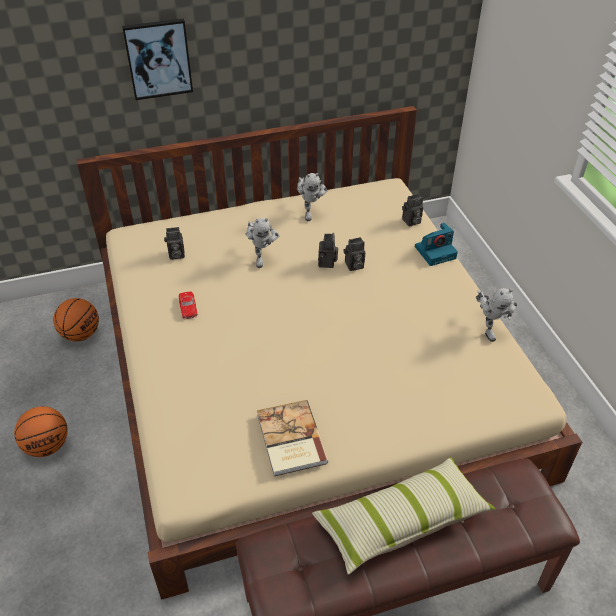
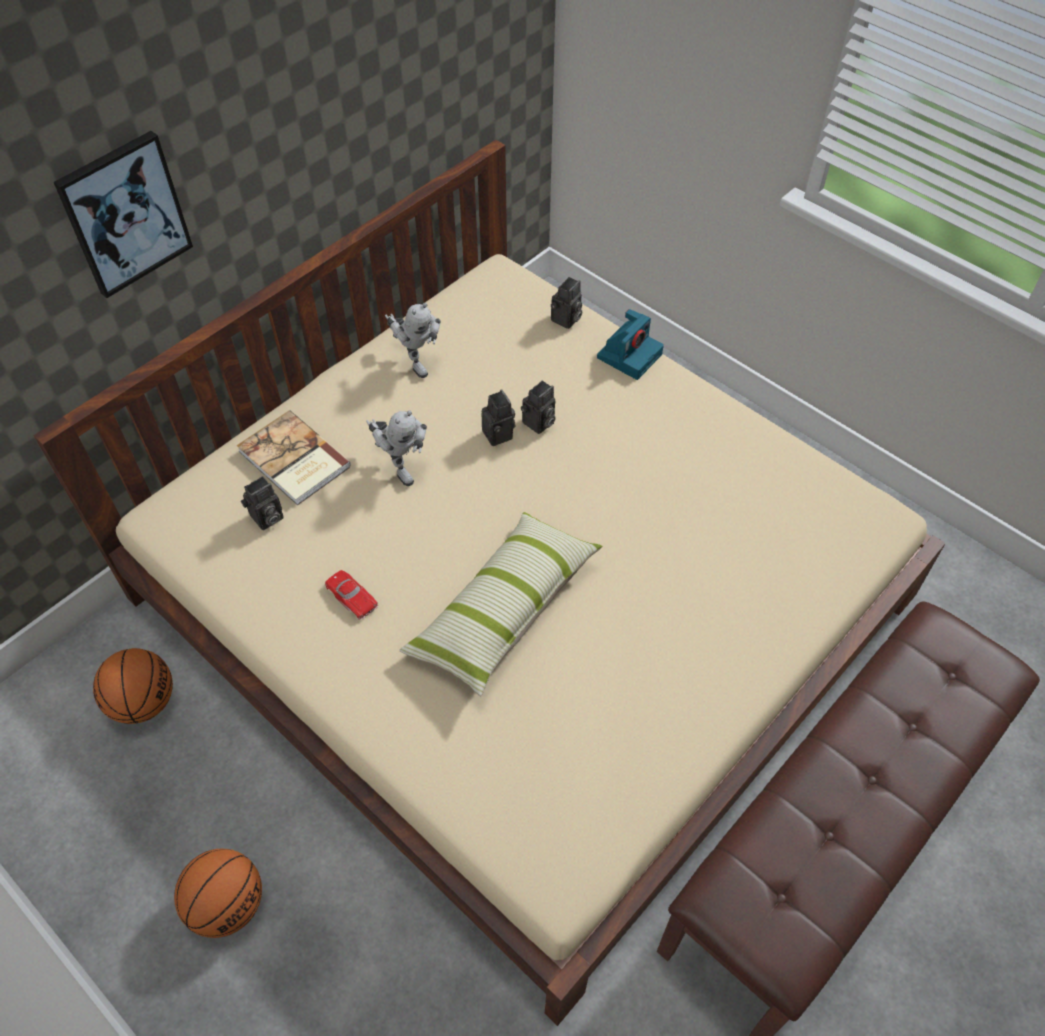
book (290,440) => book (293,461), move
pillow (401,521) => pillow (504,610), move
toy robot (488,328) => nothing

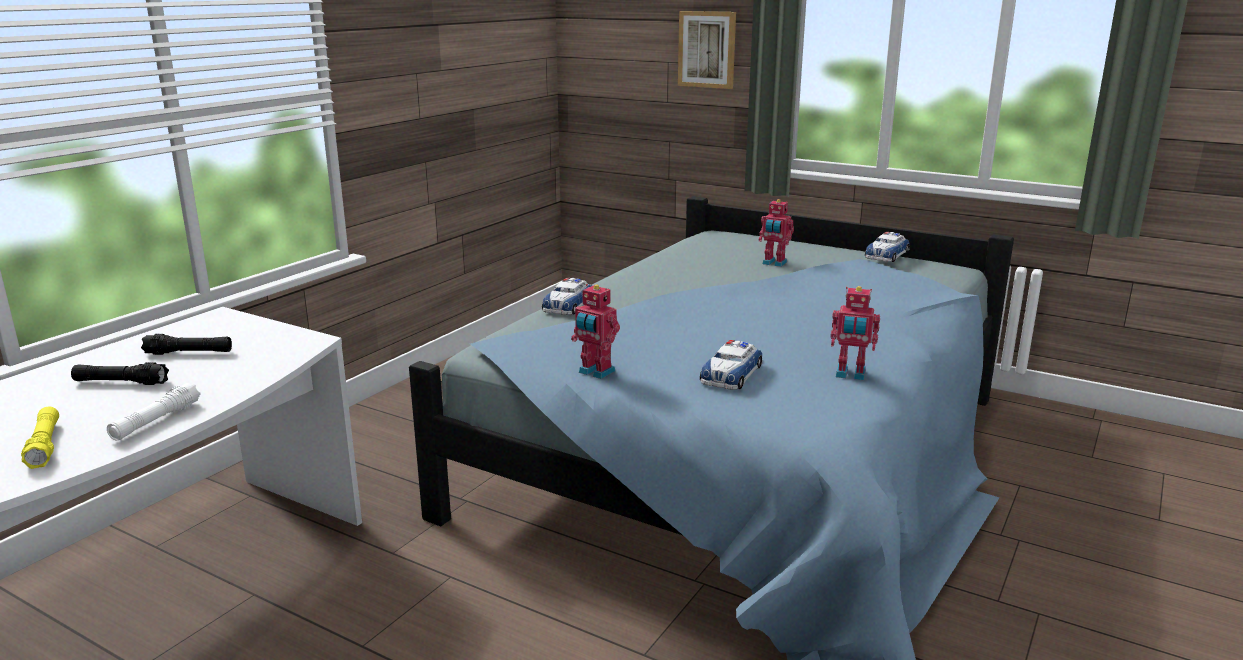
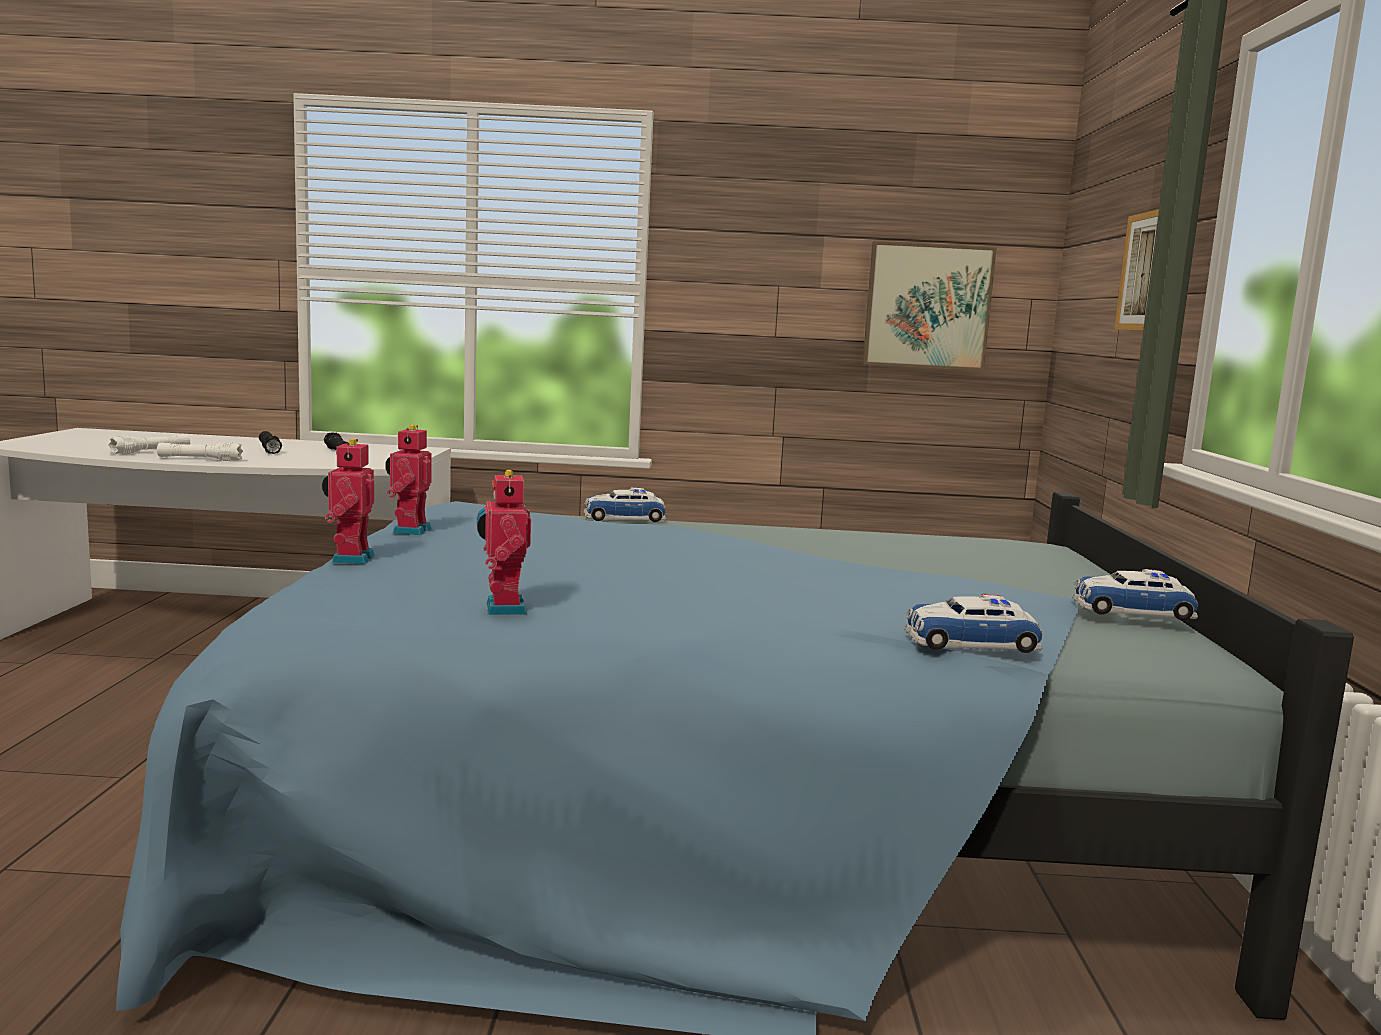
yellow flashlight (45,446) => white flashlight (151,451)
toy robot (774,263) => toy robot (350,558), move
nothing => picture (927,306)
toy car (731,374) => toy car (971,641), move

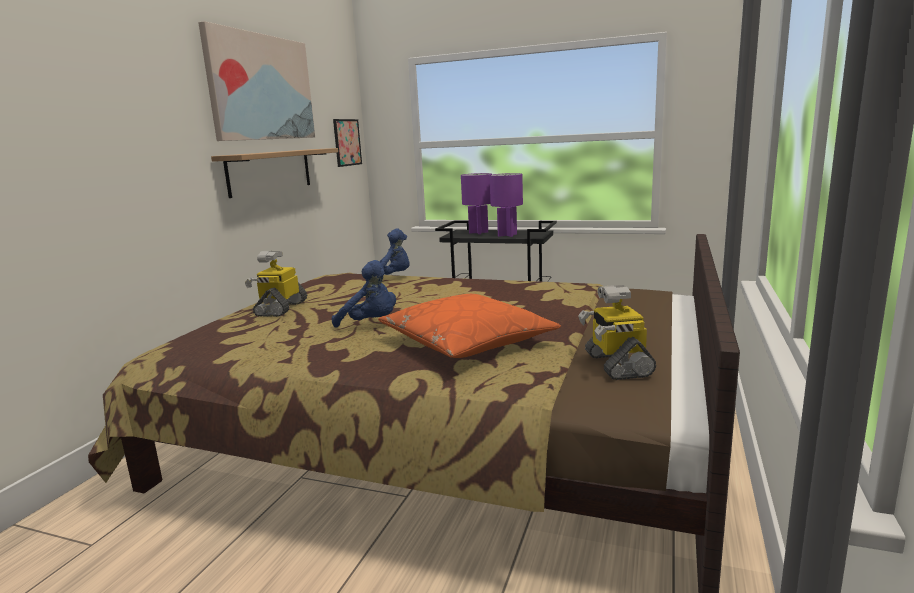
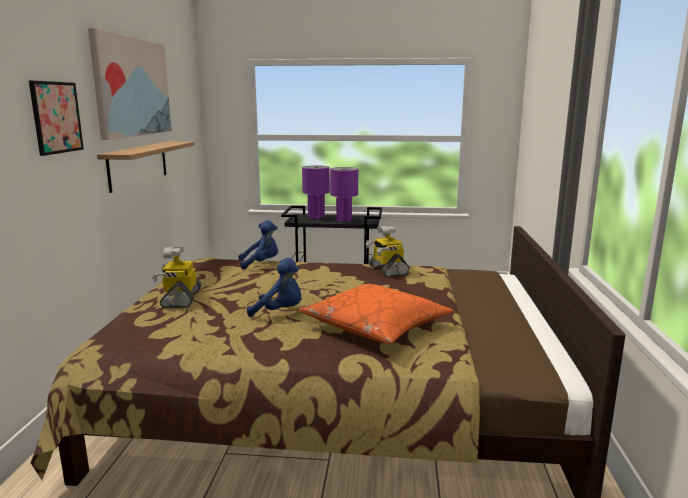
picture (347,142) => picture (56,117), move
toy robot (616,364) => toy robot (387,270), move

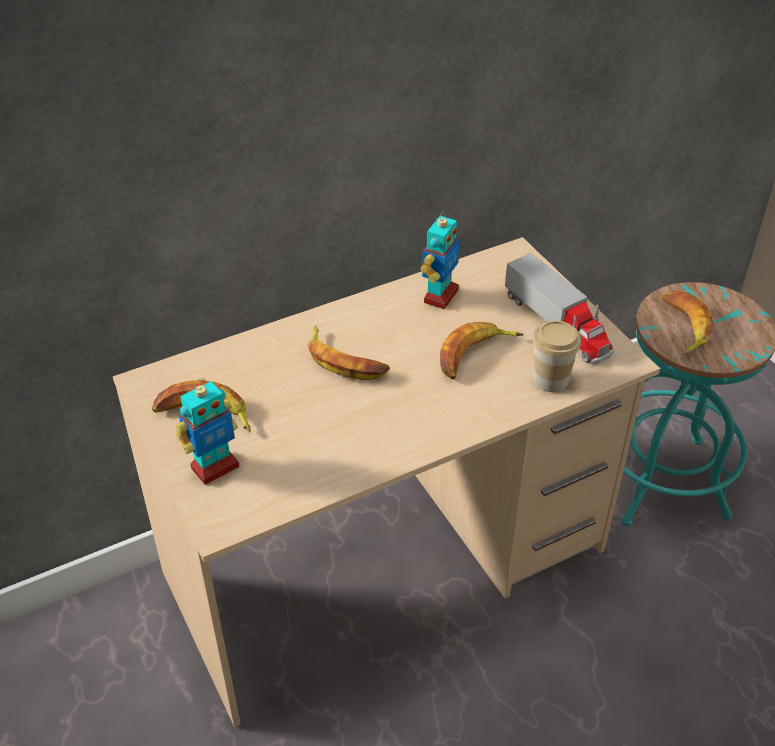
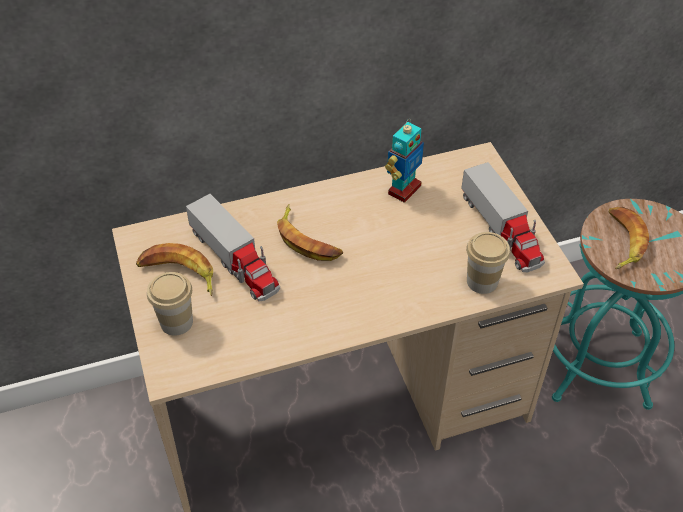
toy robot (214,467) => cup (176,322)
nothing => toy truck (235,260)
banana (475,355) => nothing

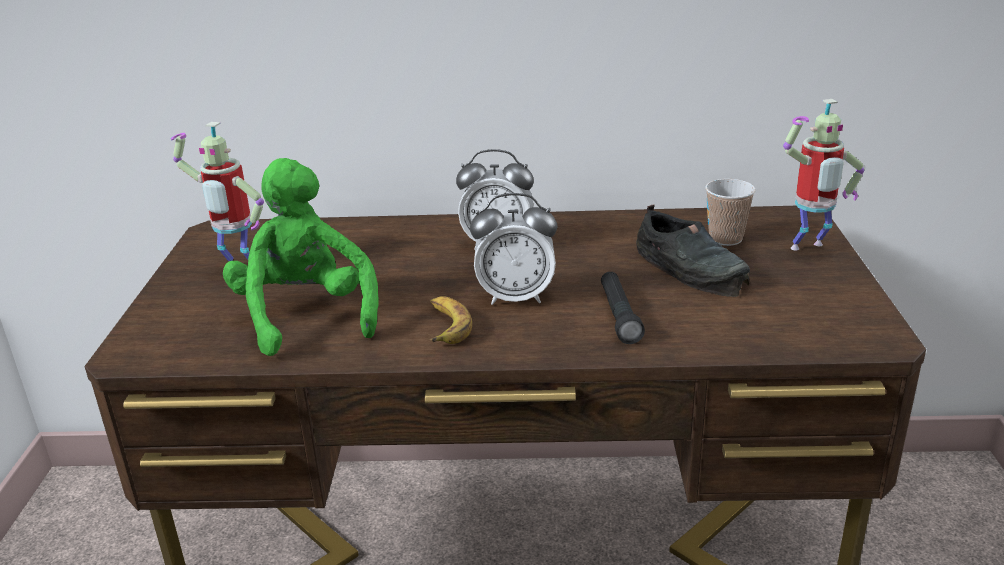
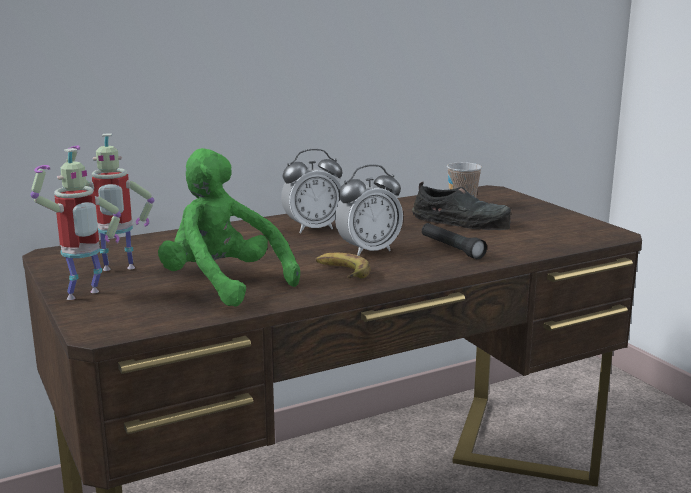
toy robot (808,249) => toy robot (84,296), move

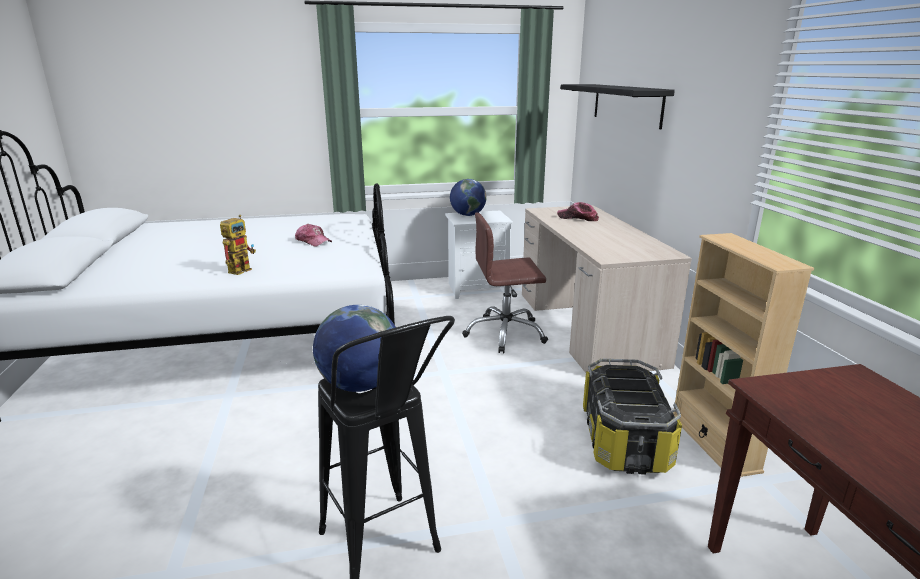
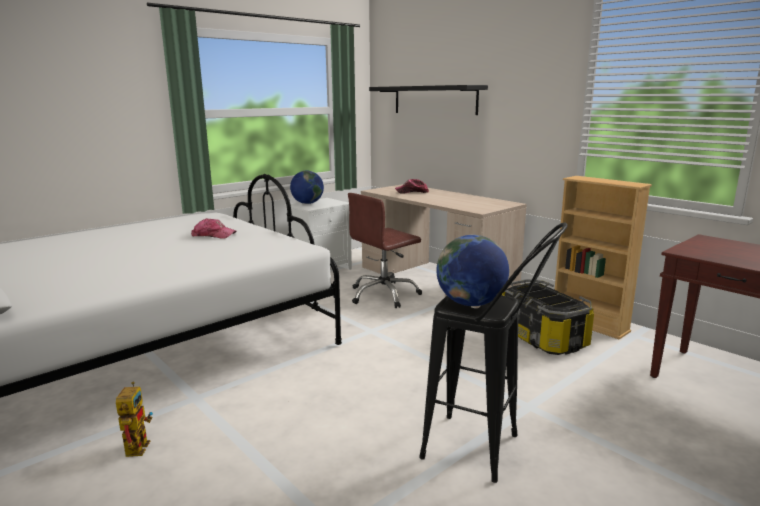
toy robot (242,269) => toy robot (137,445), move

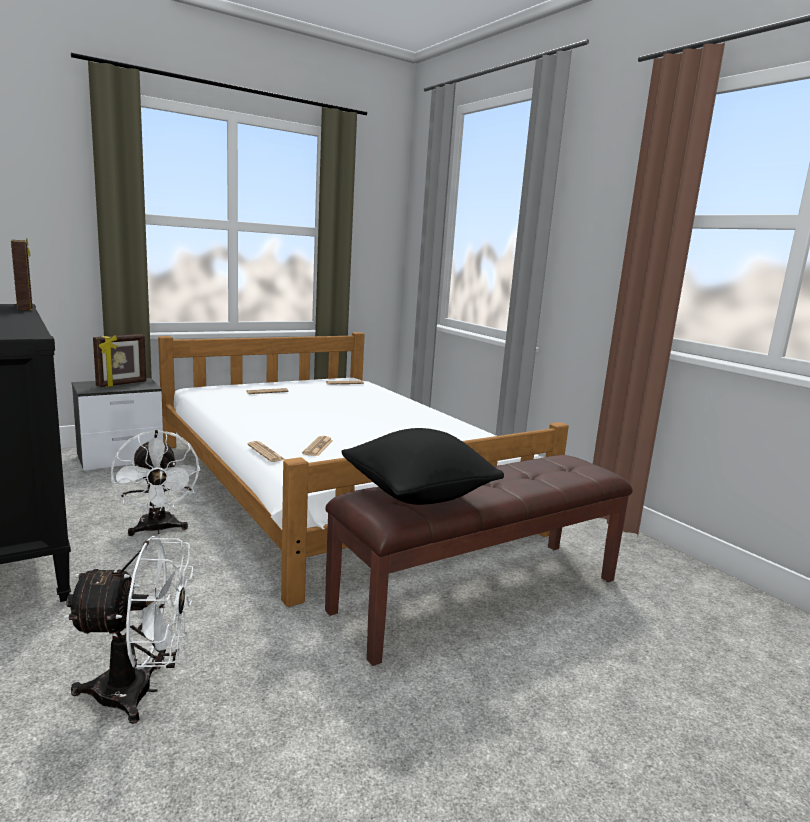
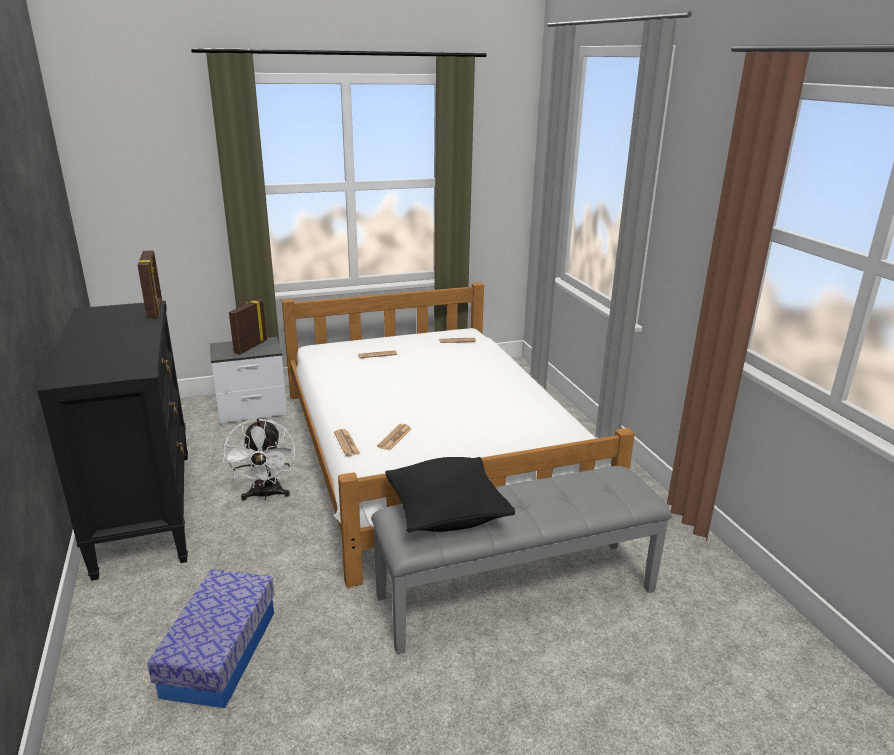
white fan (140,692) => storage box (220,652)
picture frame (122,384) => picture frame (250,347), 150 degrees clockwise
brown bench (479,593) => grey bench (516,592)

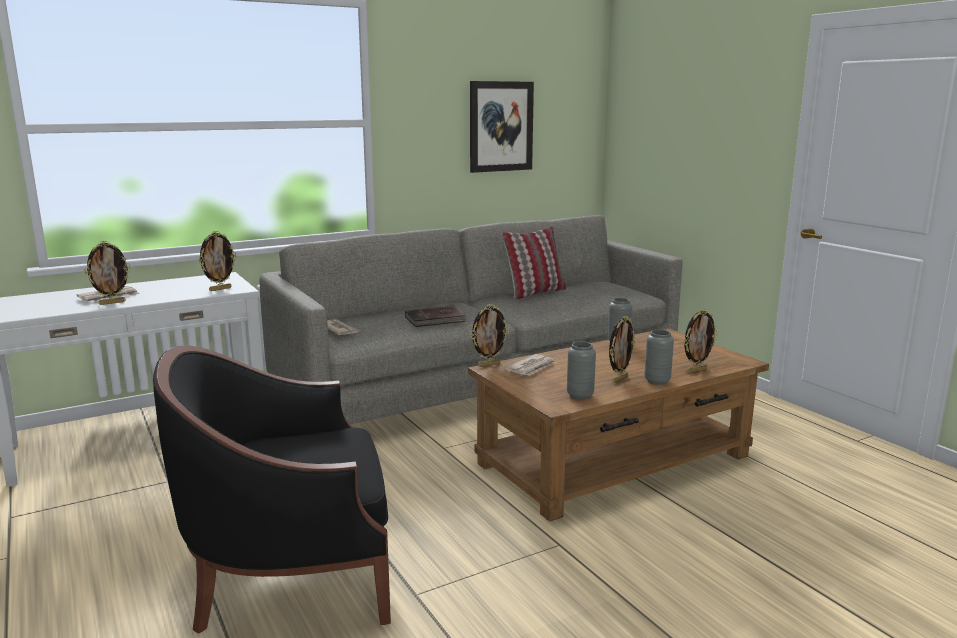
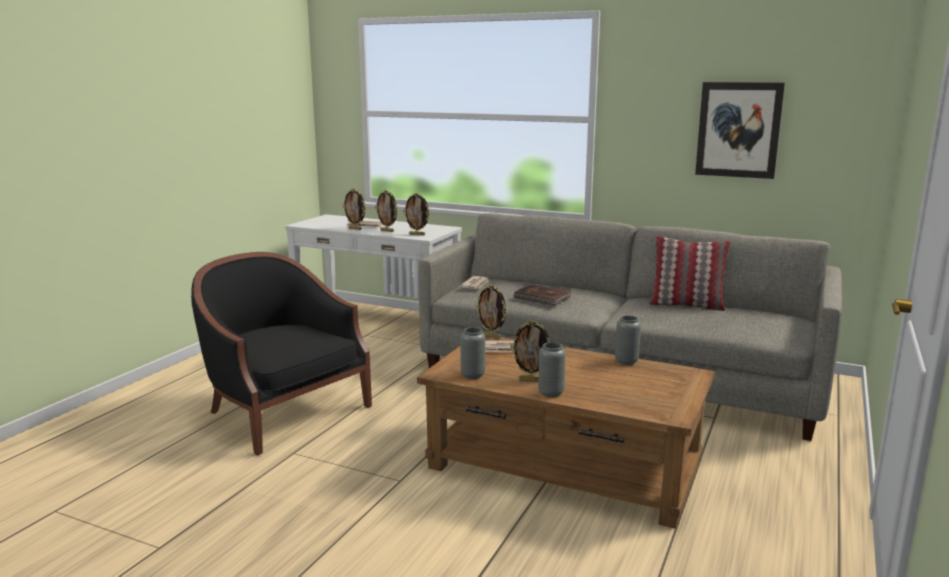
picture frame (696,370) => picture frame (387,231), move

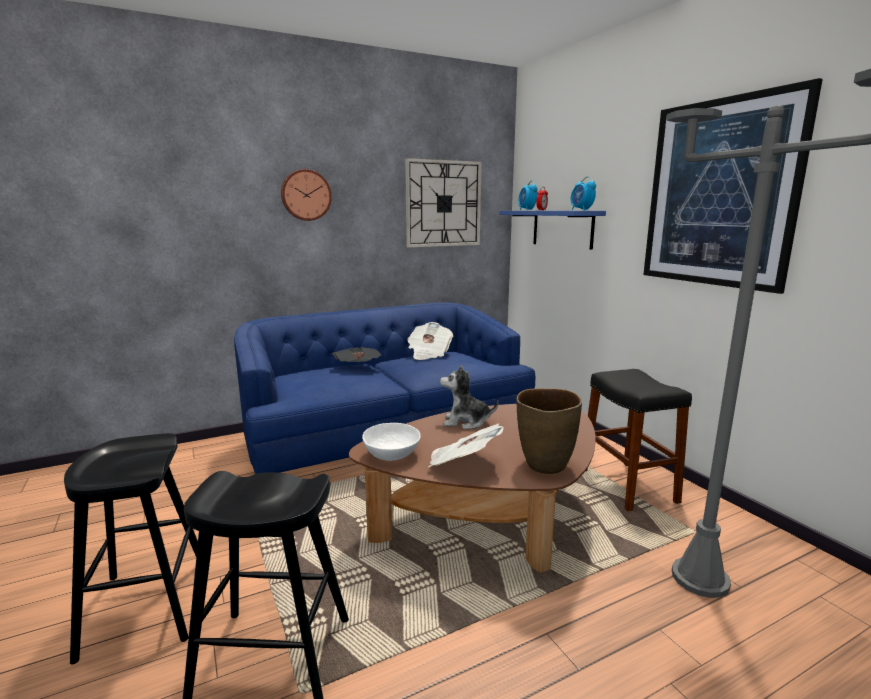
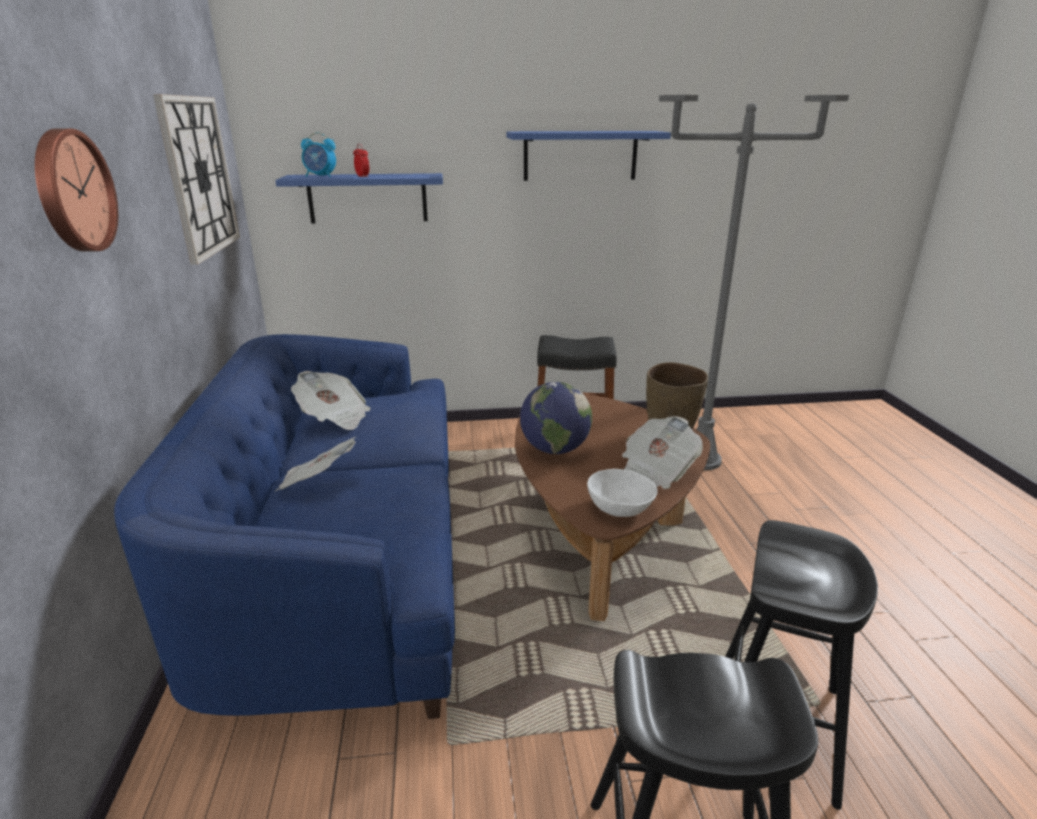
picture (719,194) => blue shelf (580,155)
plush toy (466,422) => globe (554,449)
alarm clock (581,210) => nothing

